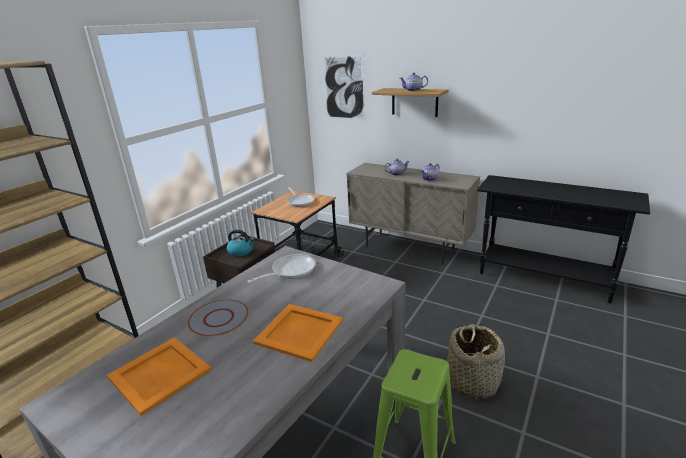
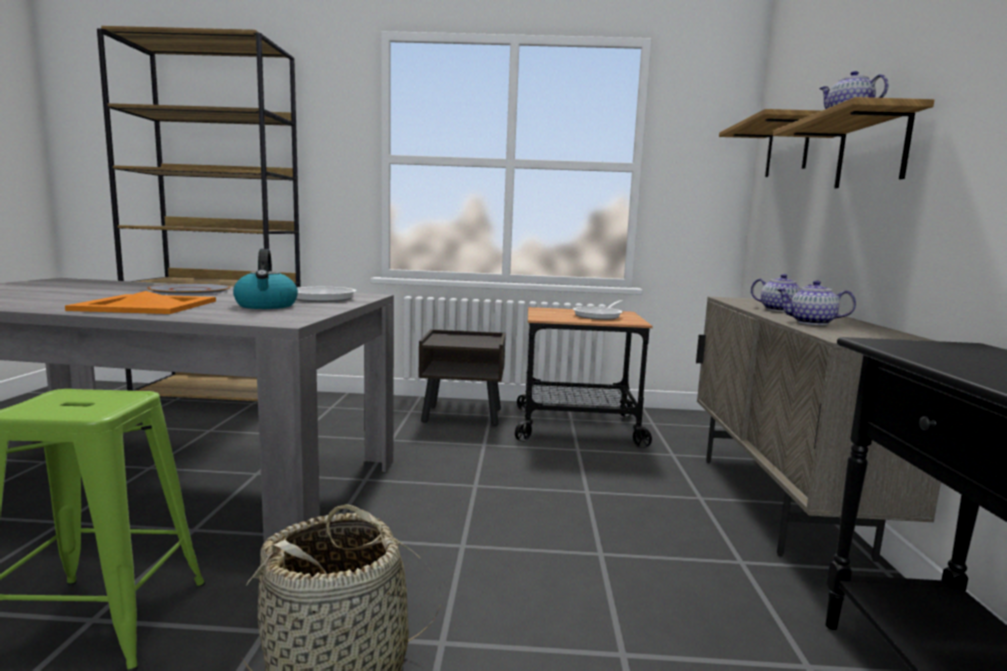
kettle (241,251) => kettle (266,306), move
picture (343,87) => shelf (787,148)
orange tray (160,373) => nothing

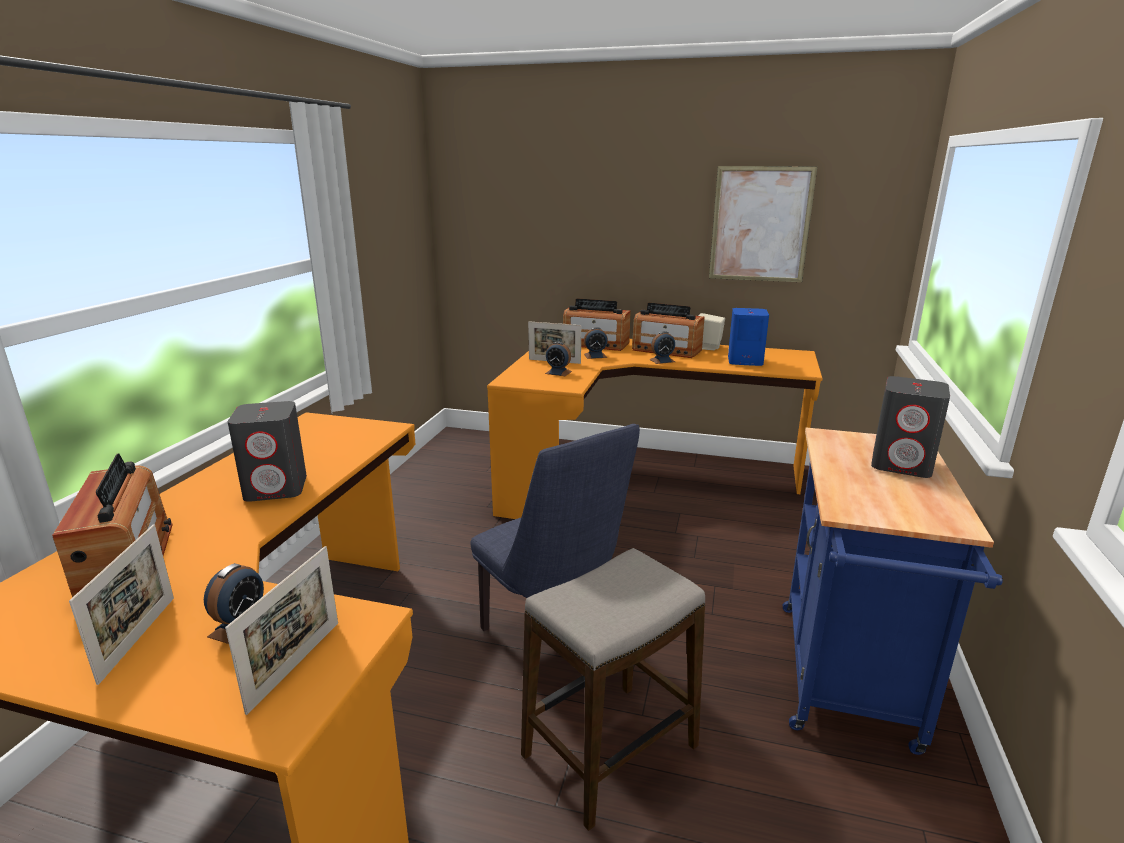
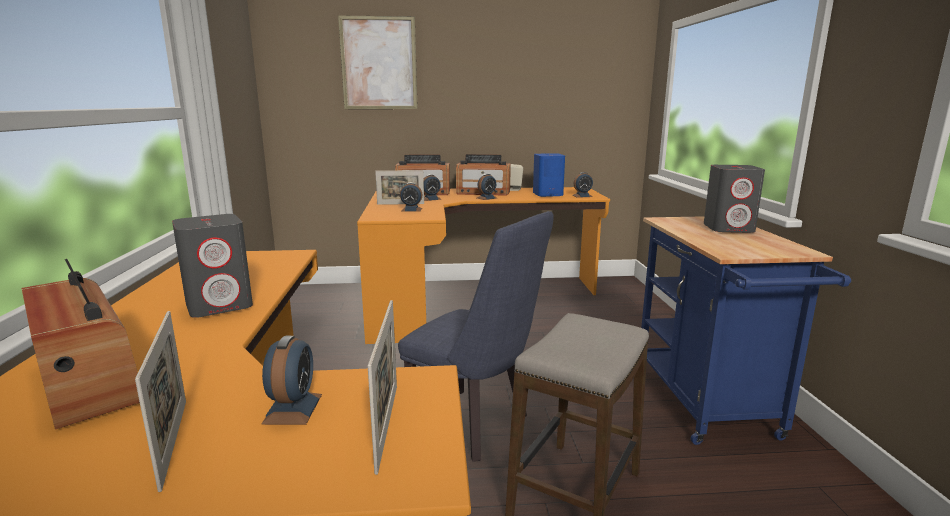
picture (760,224) => picture (379,63), move
nothing => alarm clock (582,196)

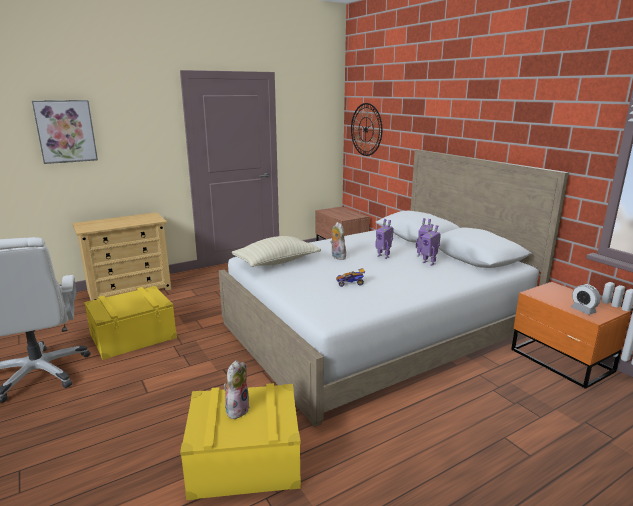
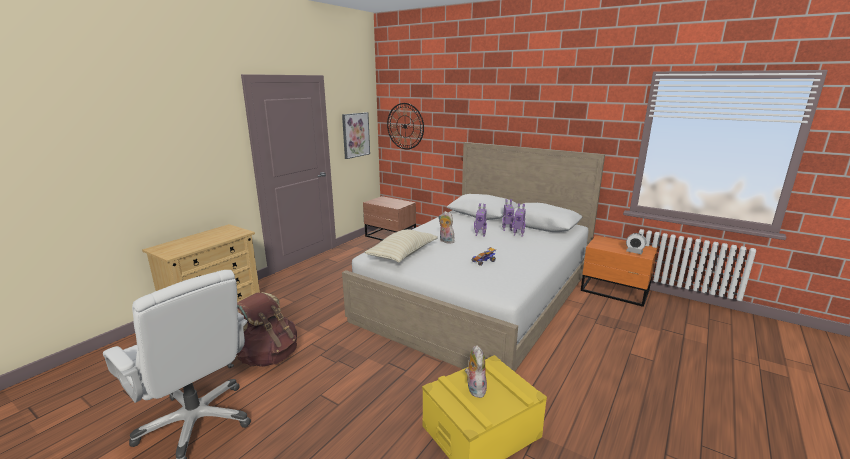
yellow storage box (133,336) => brown backpack (267,356)
picture (66,131) => picture (355,135), move

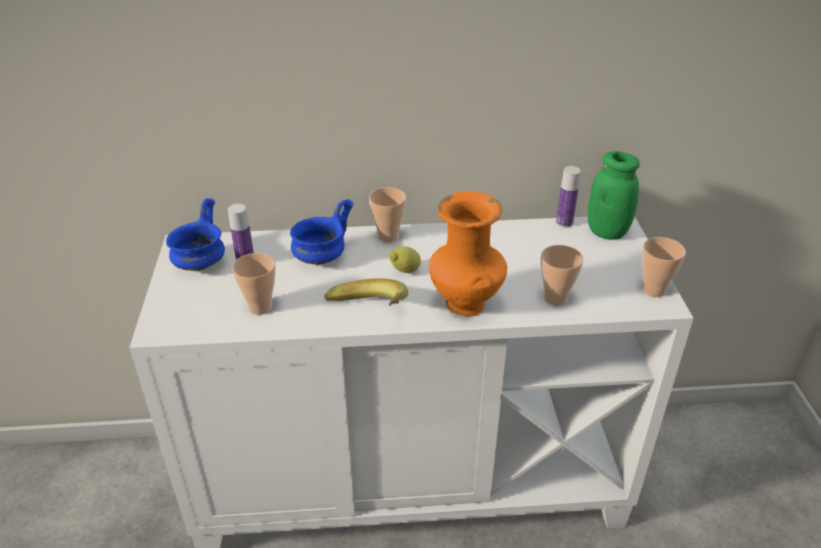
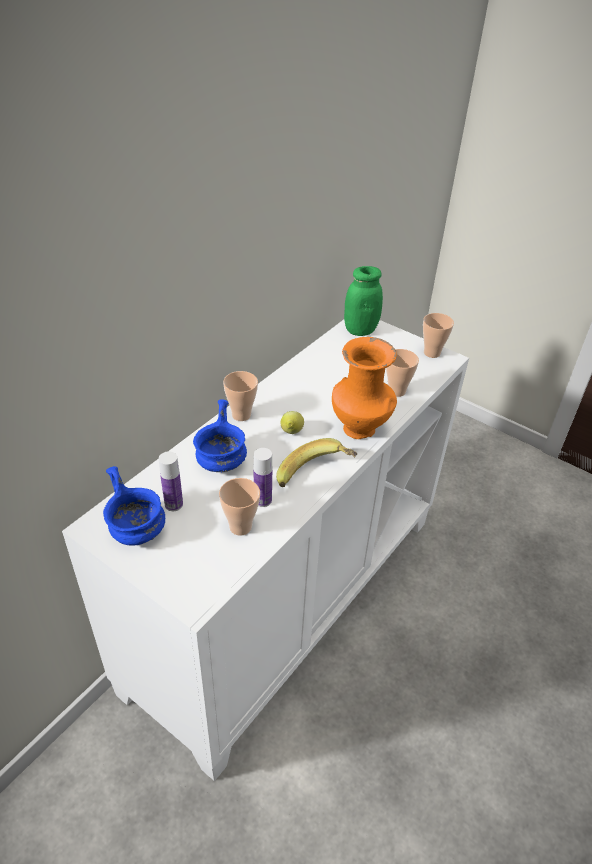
bottle (564,223) => bottle (262,500), move

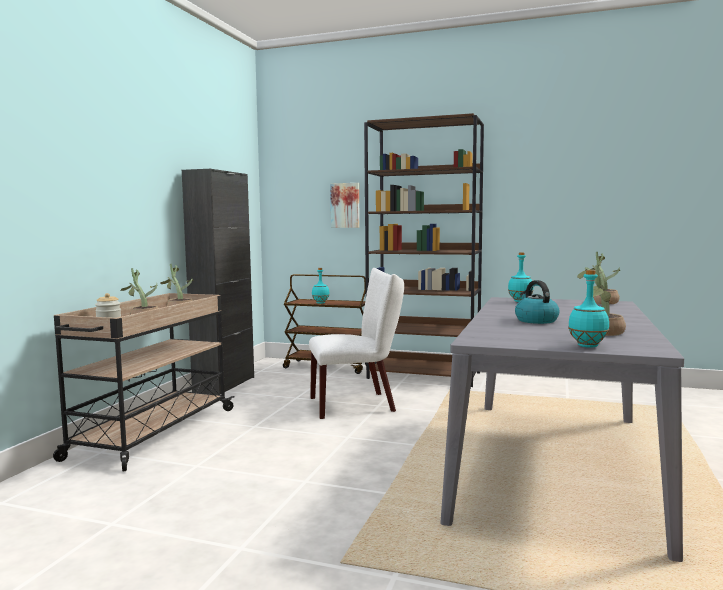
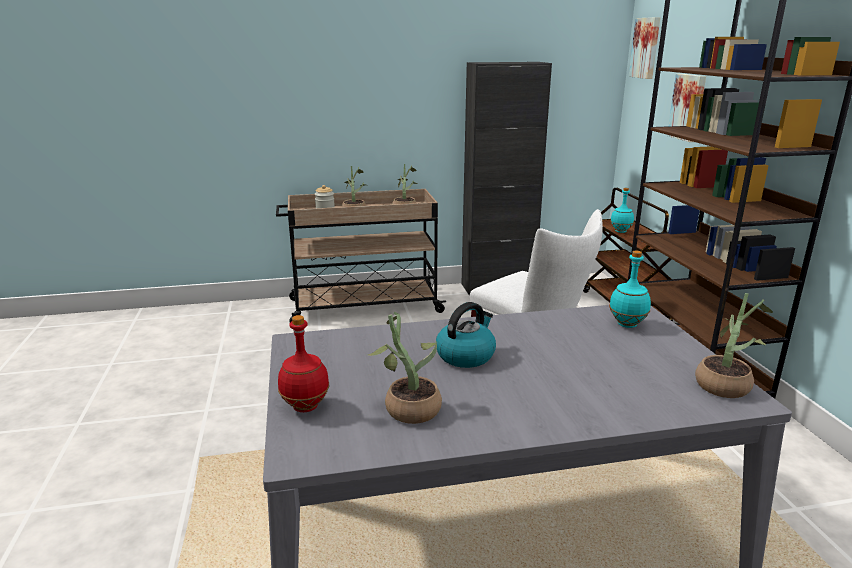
turquoise bottle (588,346) => red bottle (306,407)
nothing => picture (646,48)

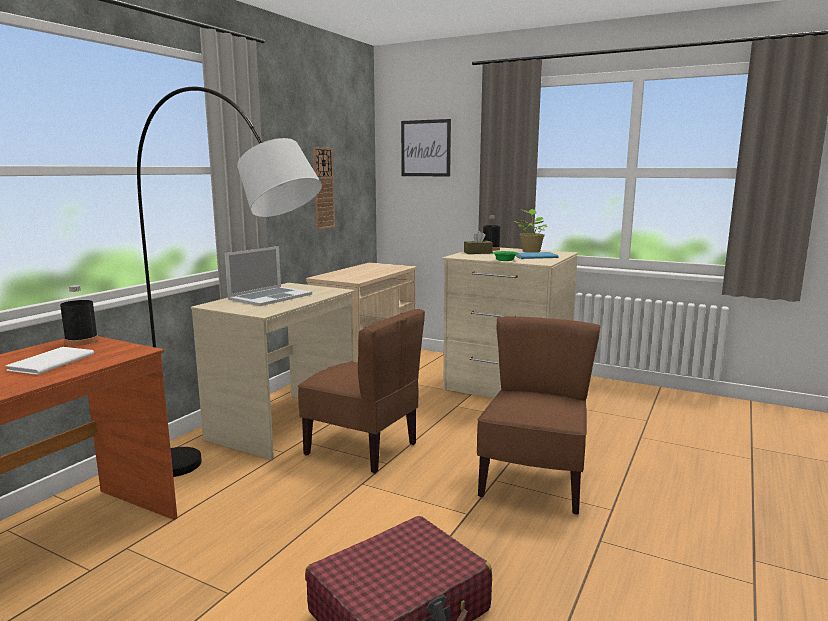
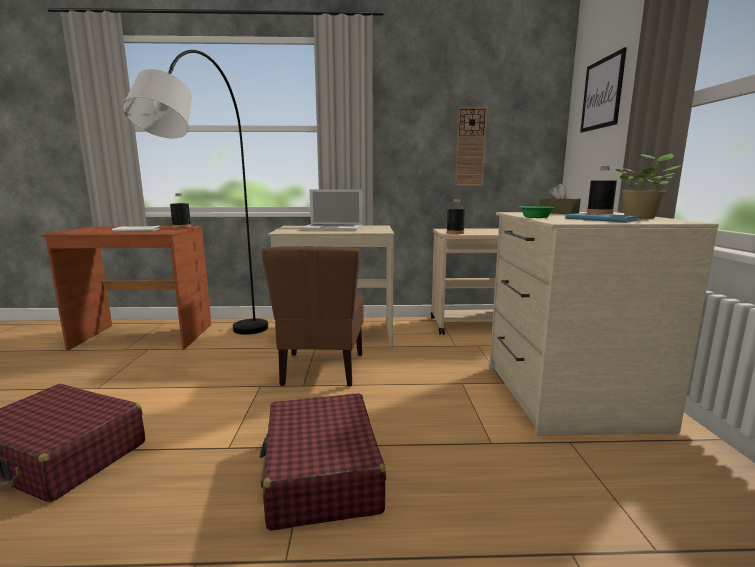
brown chair (534,482) => red suitcase (321,473)
nothing => black bottle (455,233)

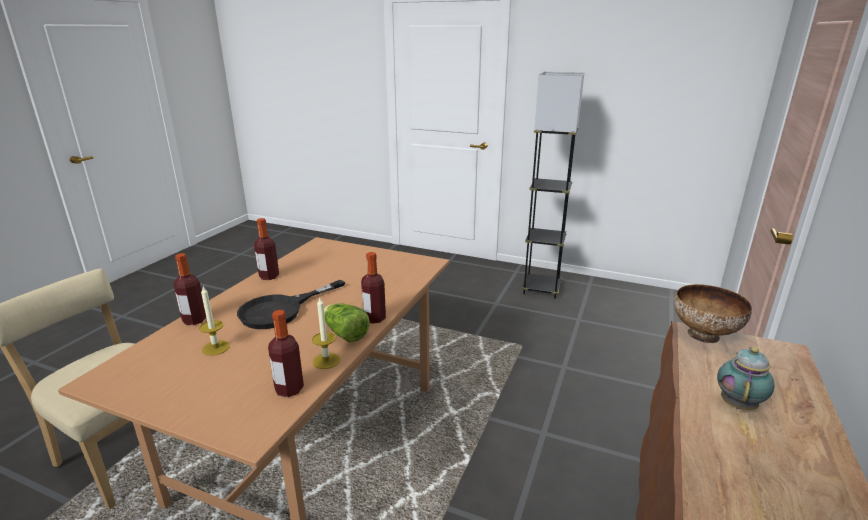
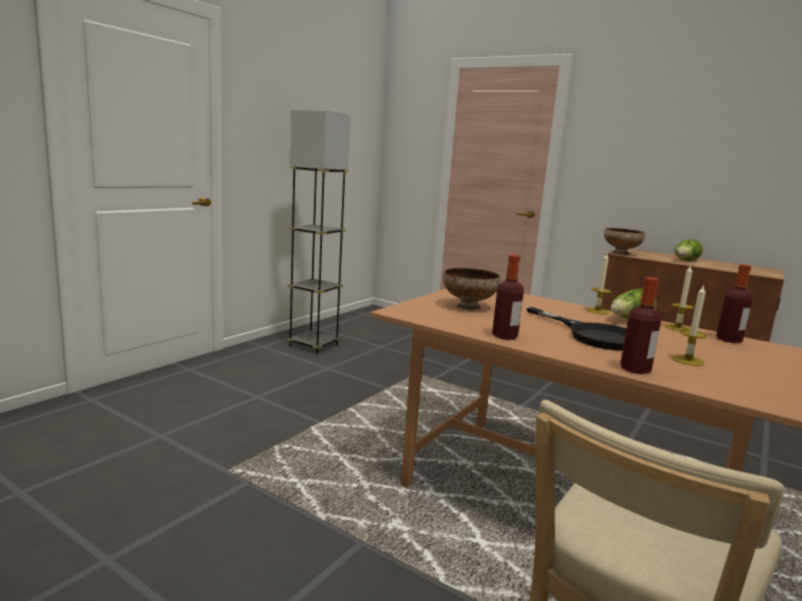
nothing => bowl (469,306)
bottle (374,318) => candle (597,311)
teapot (738,403) => lettuce (685,261)

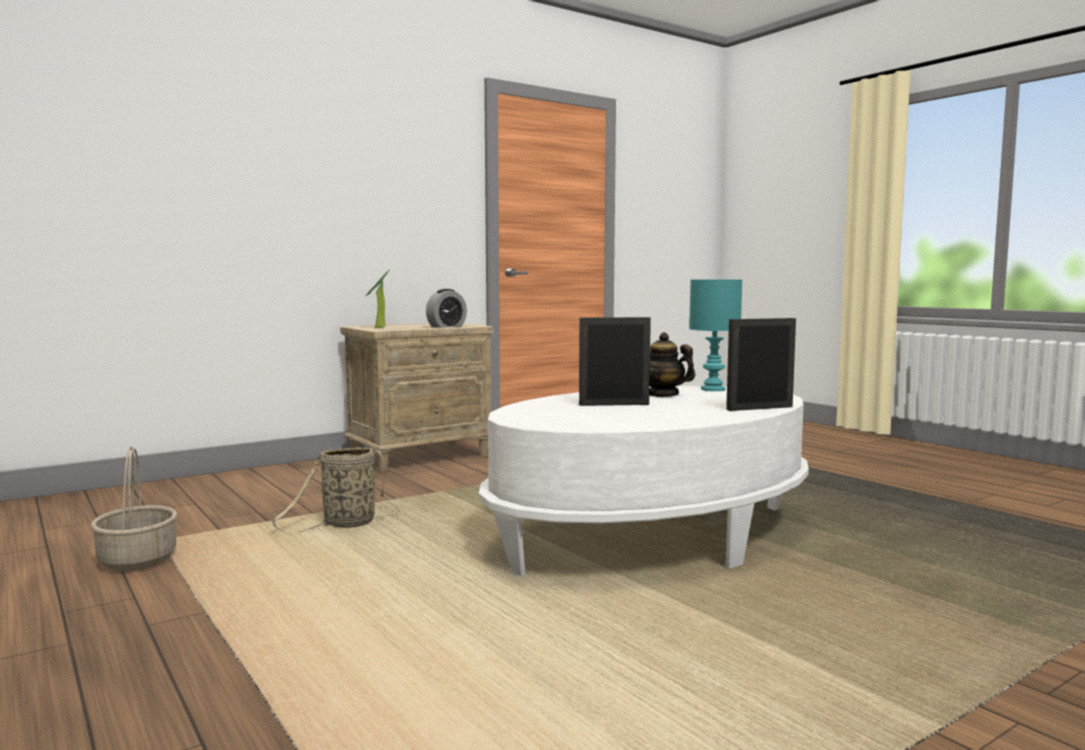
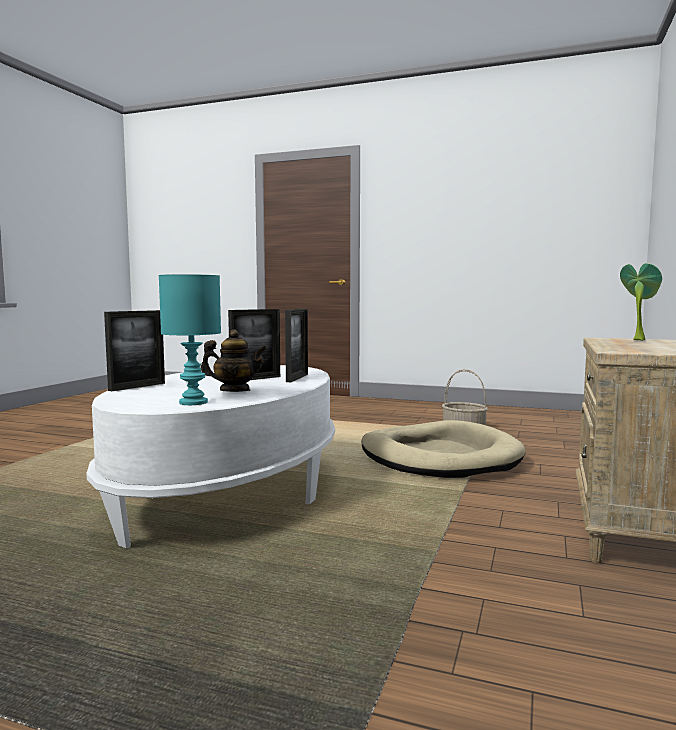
nothing => picture frame (297,378)
basket (346,525) => beige dog bed (439,457)
alarm clock (446,326) => nothing

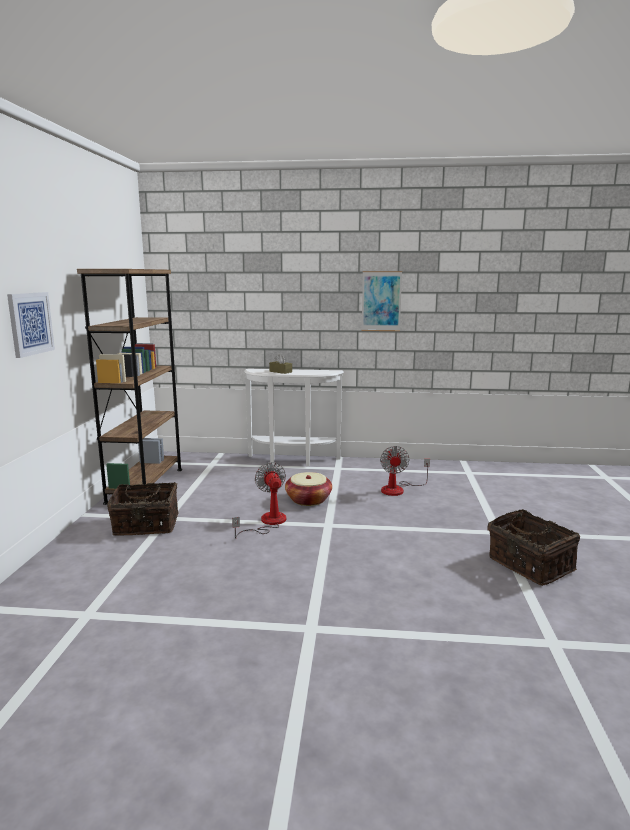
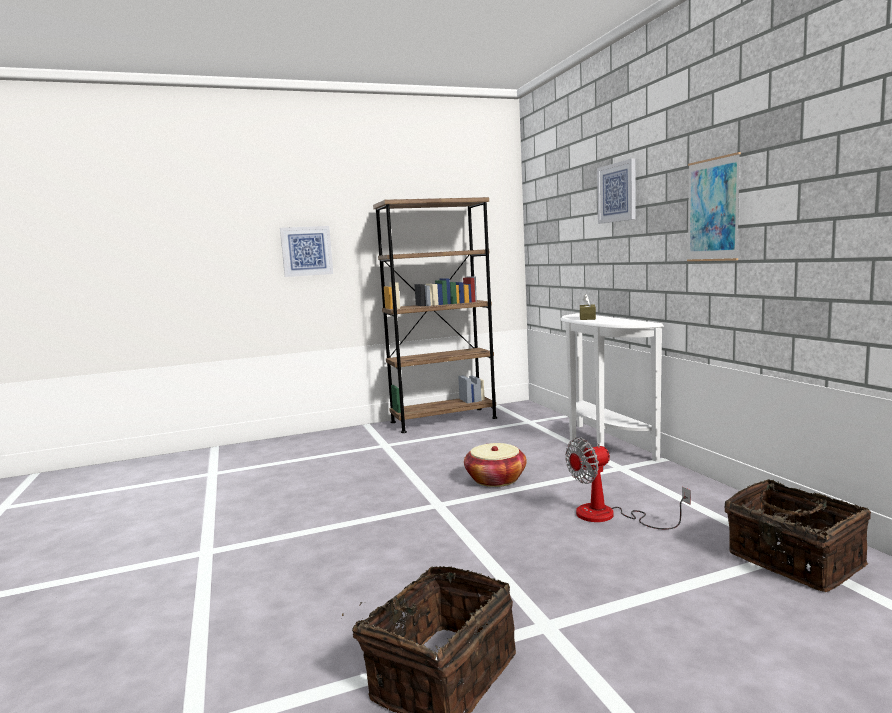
nothing => picture (617,192)
basket (146,525) => basket (792,561), move
fan (267,523) => nothing

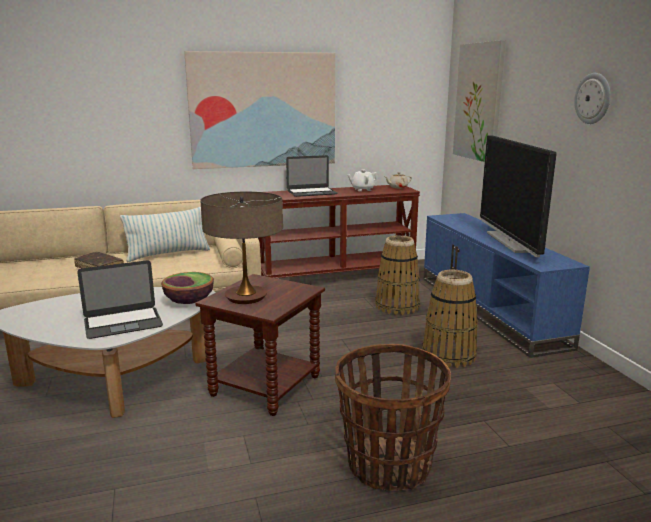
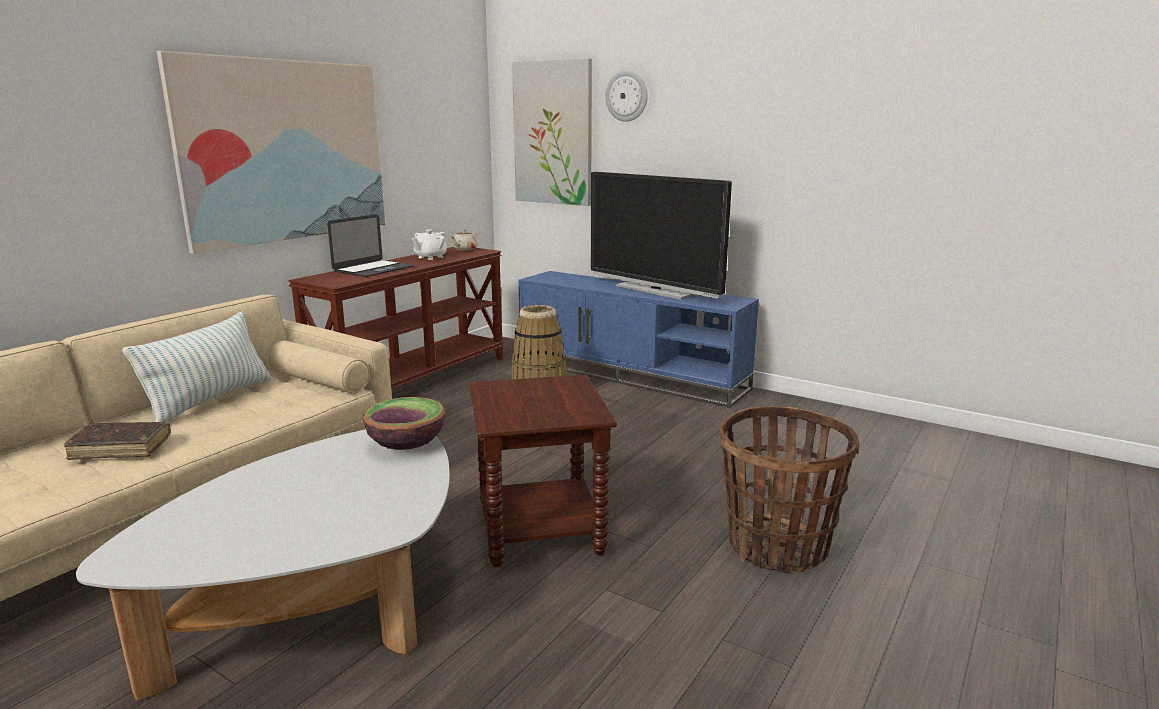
wall clock (593,98) => wall clock (627,96), move
laptop (123,322) => nothing
table lamp (246,297) => nothing
basket (449,355) => nothing

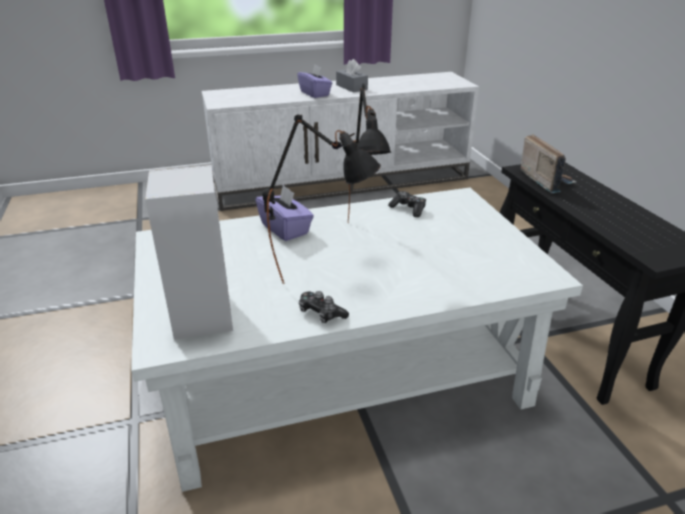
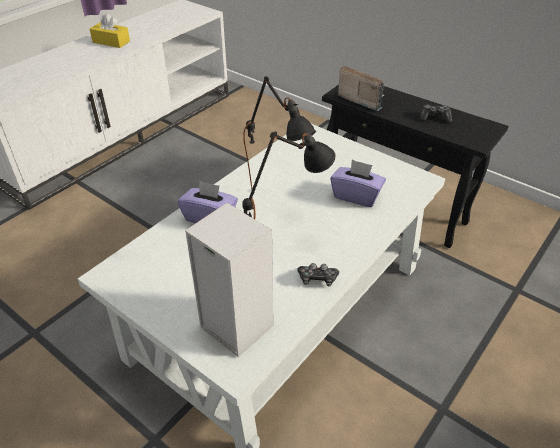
grey tissue box (351,87) => yellow tissue box (111,42)
purple tissue box (315,94) => purple tissue box (356,196), move
game controller (408,209) => game controller (435,118), move

